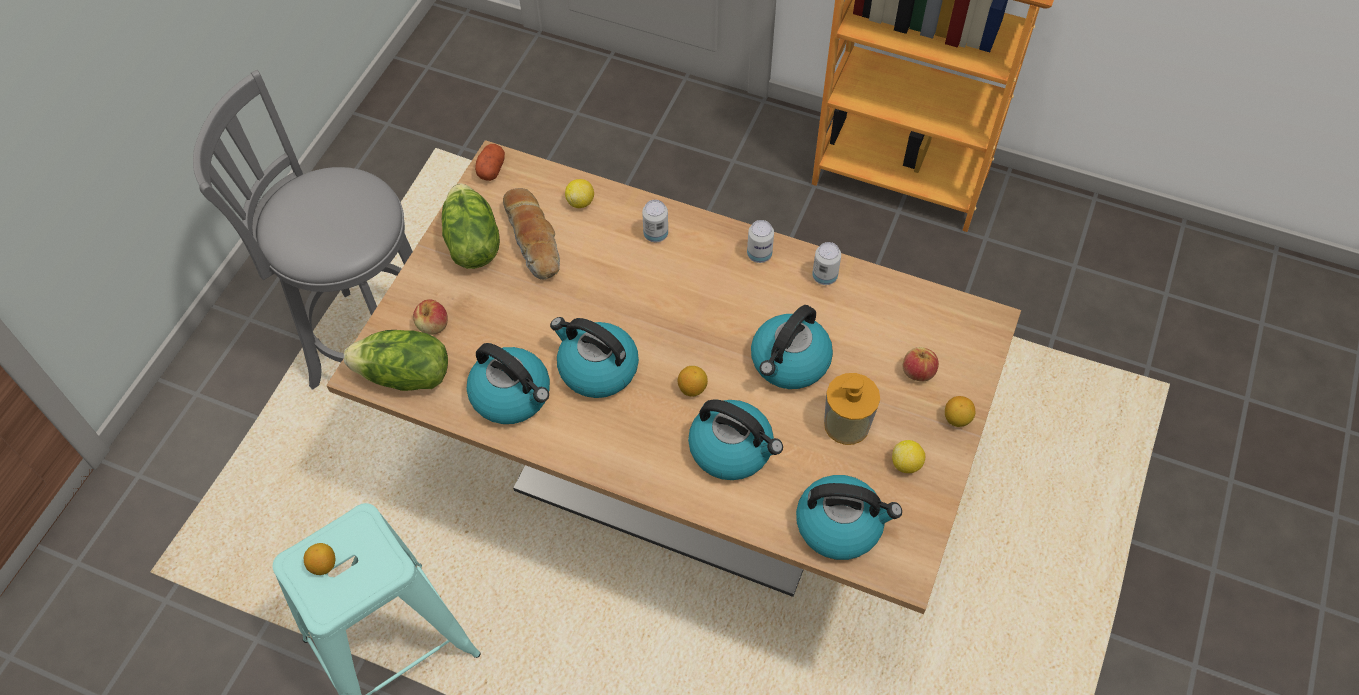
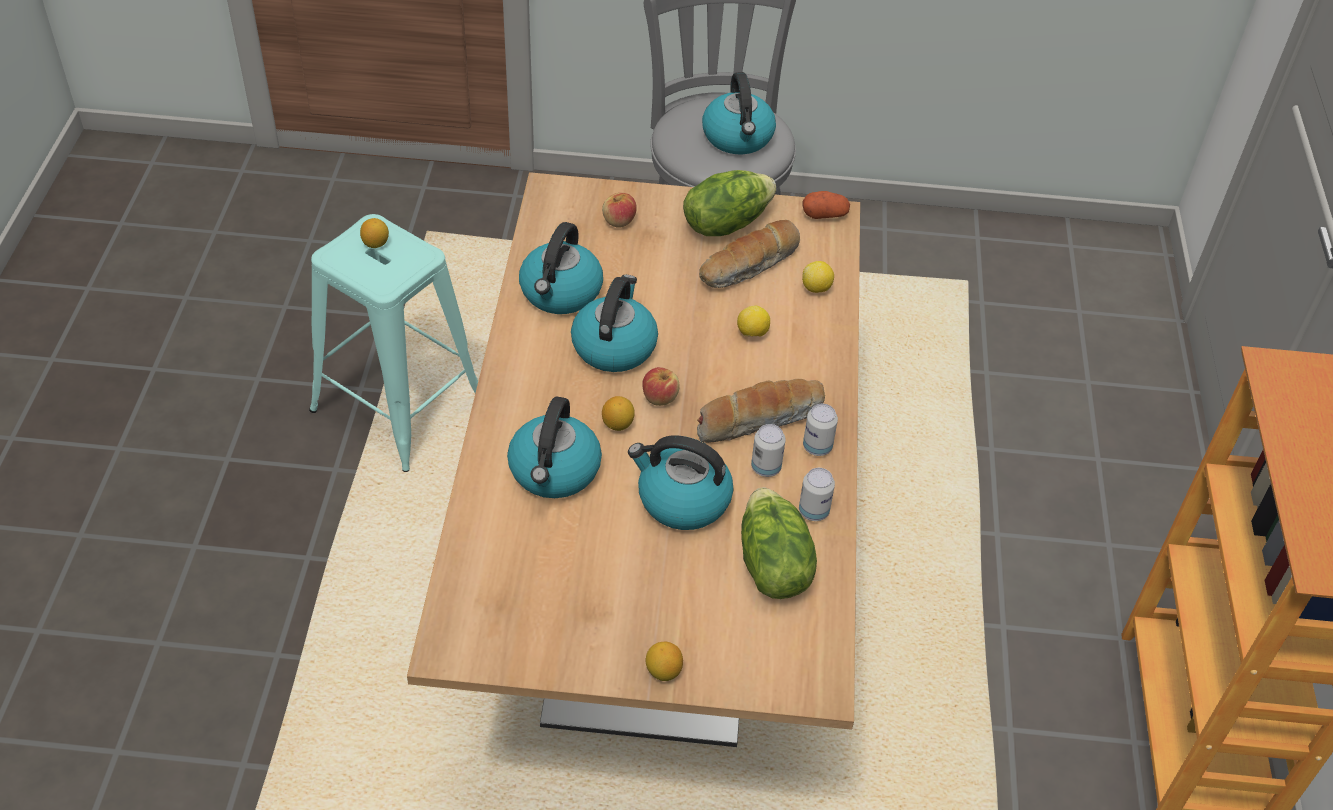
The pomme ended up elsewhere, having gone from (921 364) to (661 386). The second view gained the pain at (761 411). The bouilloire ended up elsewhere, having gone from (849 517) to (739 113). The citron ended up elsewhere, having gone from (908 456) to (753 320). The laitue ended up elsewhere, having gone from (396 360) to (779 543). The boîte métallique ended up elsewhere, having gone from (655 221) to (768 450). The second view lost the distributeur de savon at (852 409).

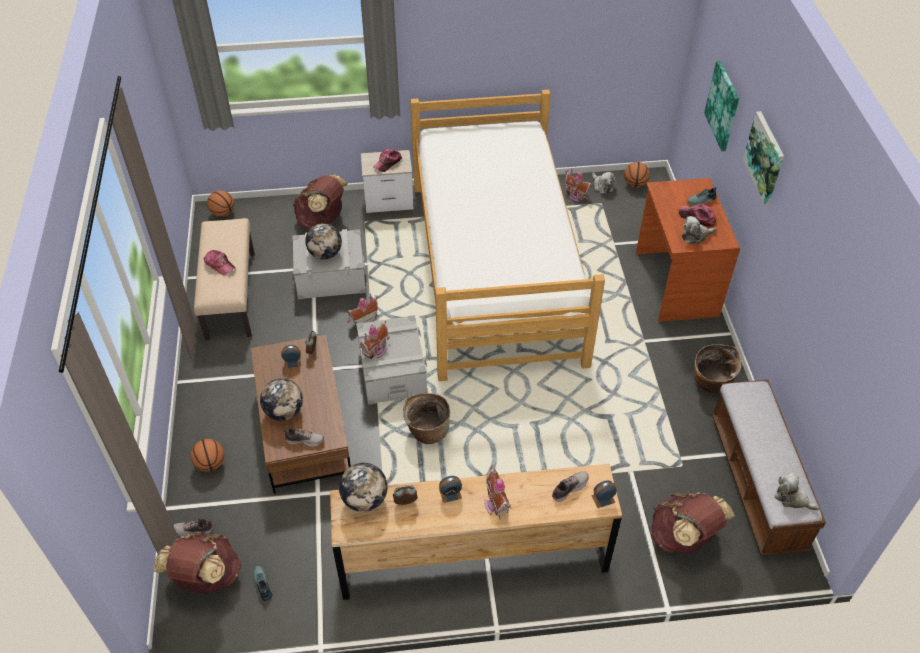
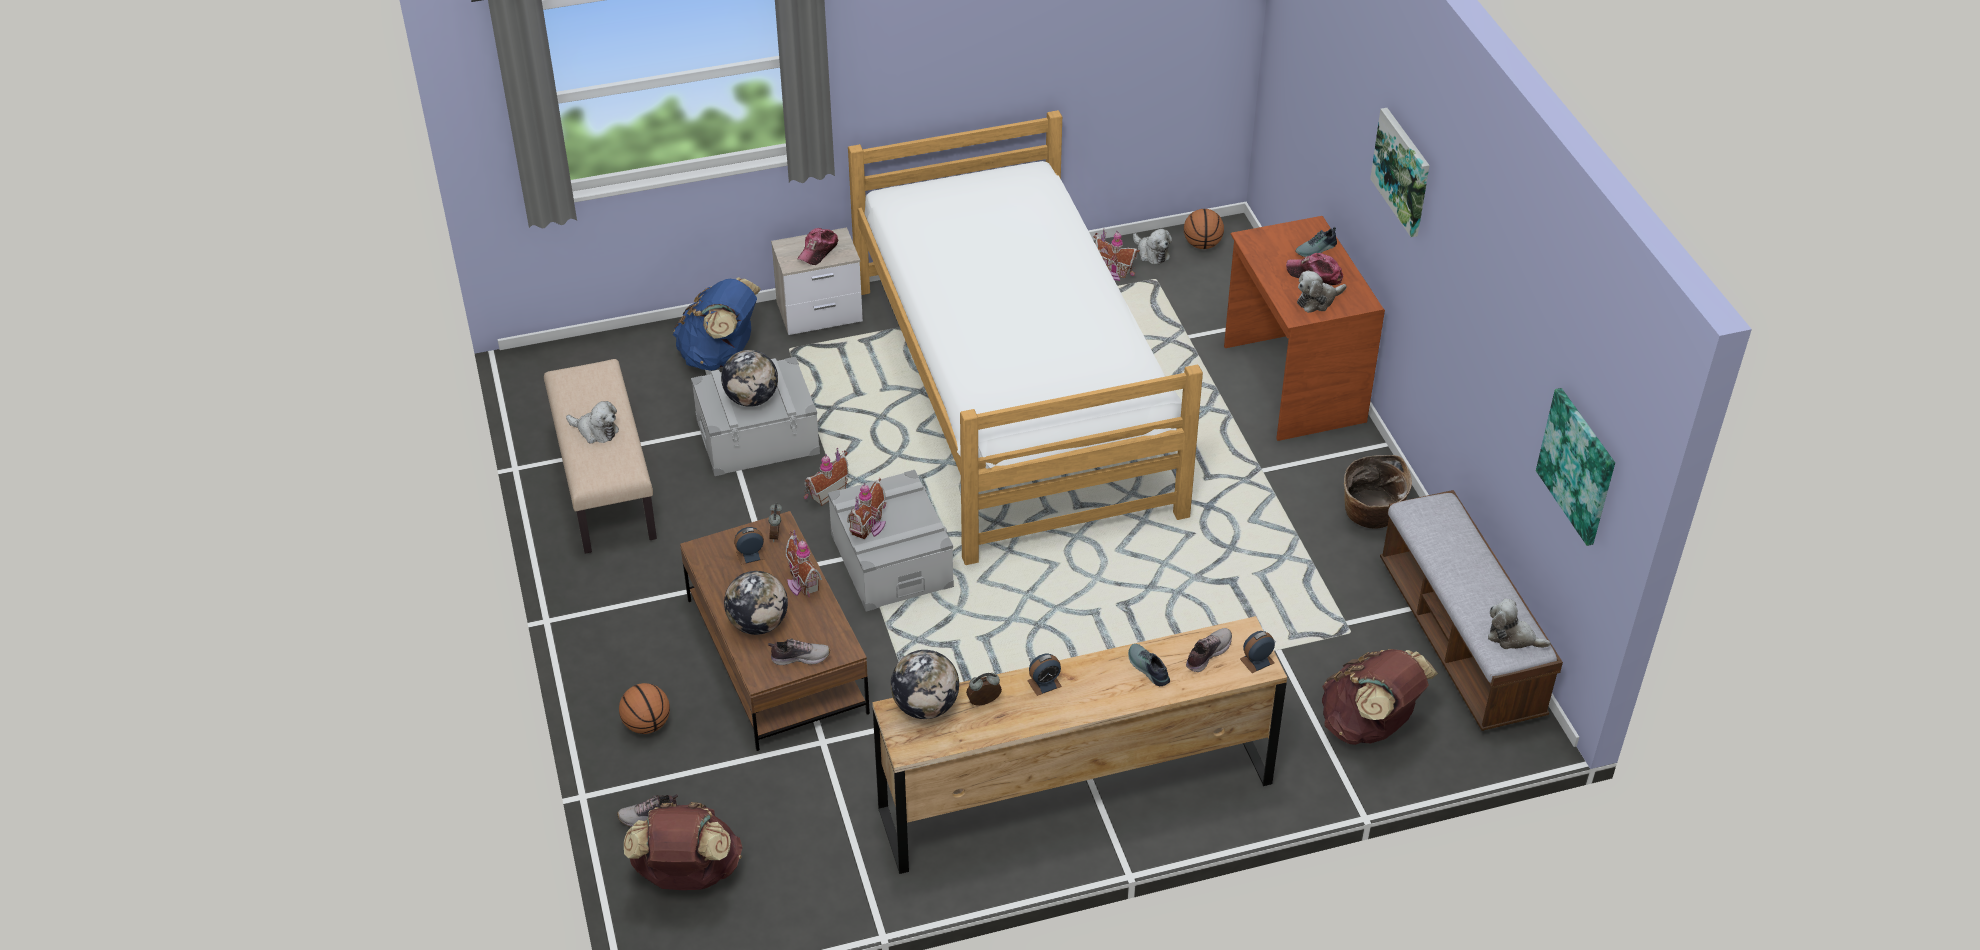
Where the casquette stood at (219 262), the peluche came to stand at (592 422). What was the sac à dos (marron) at (320 202) turned into the sac à dos (bleu) at (716 324). The maison miniature ended up elsewhere, having gone from (498 493) to (804 564). The chaussure ended up elsewhere, having gone from (262 583) to (1149 665). The tableau ended up elsewhere, having gone from (721 105) to (1575 467). The second view lost the ballon de basket at (220 203). The second view lost the panier at (426 418).

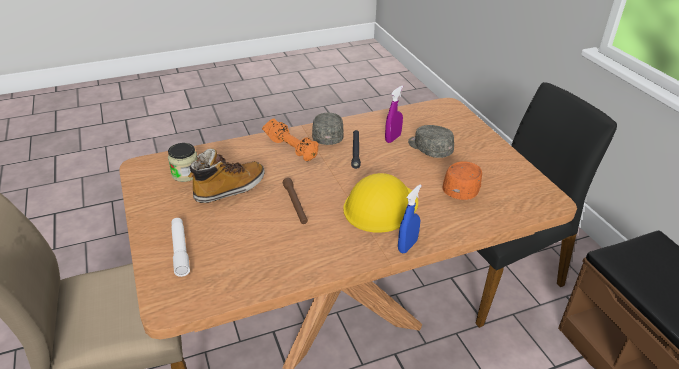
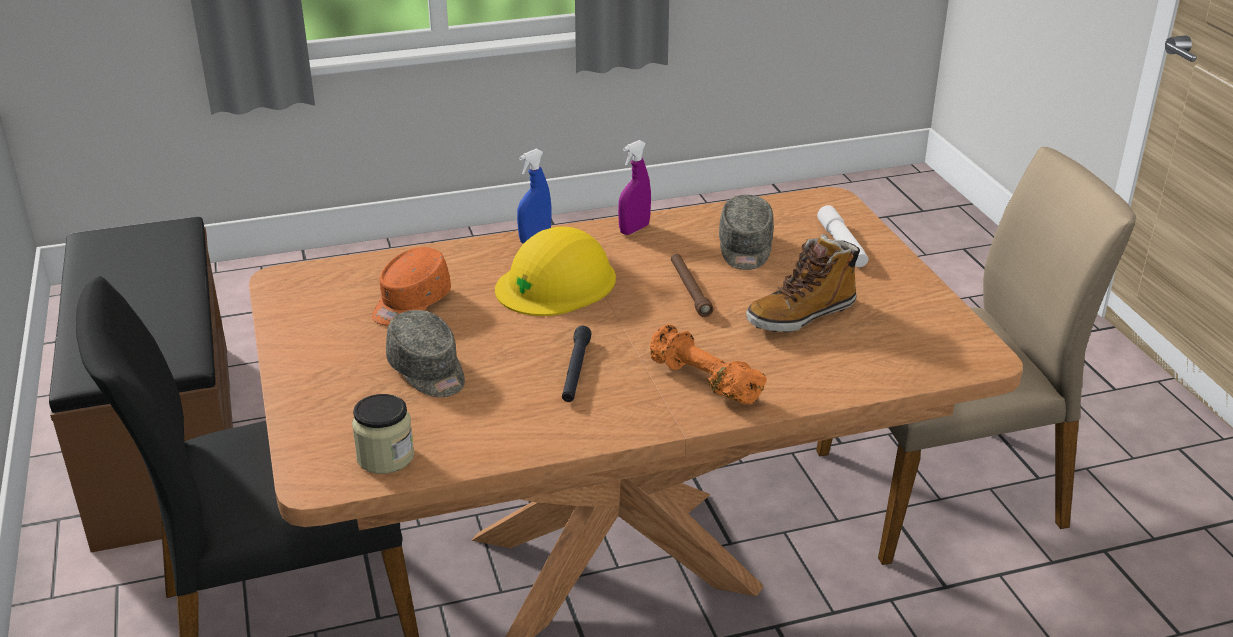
The bocal ended up elsewhere, having gone from (183 162) to (383 434). The vaporisateur (violet) ended up elsewhere, having gone from (394 114) to (634 187). The casquette (gris) ended up elsewhere, having gone from (328 129) to (746 232).

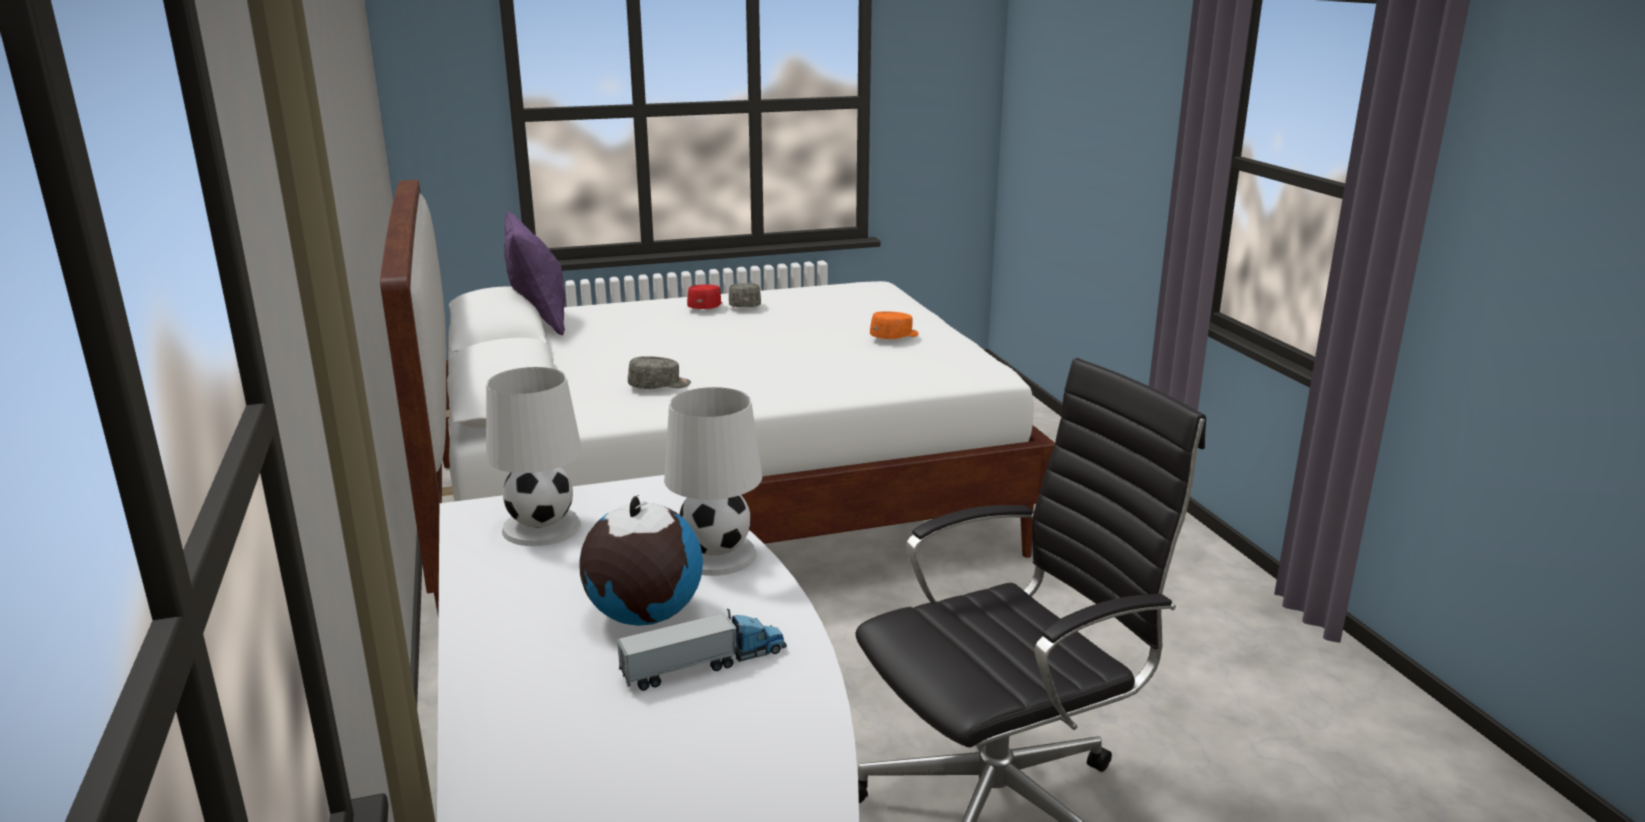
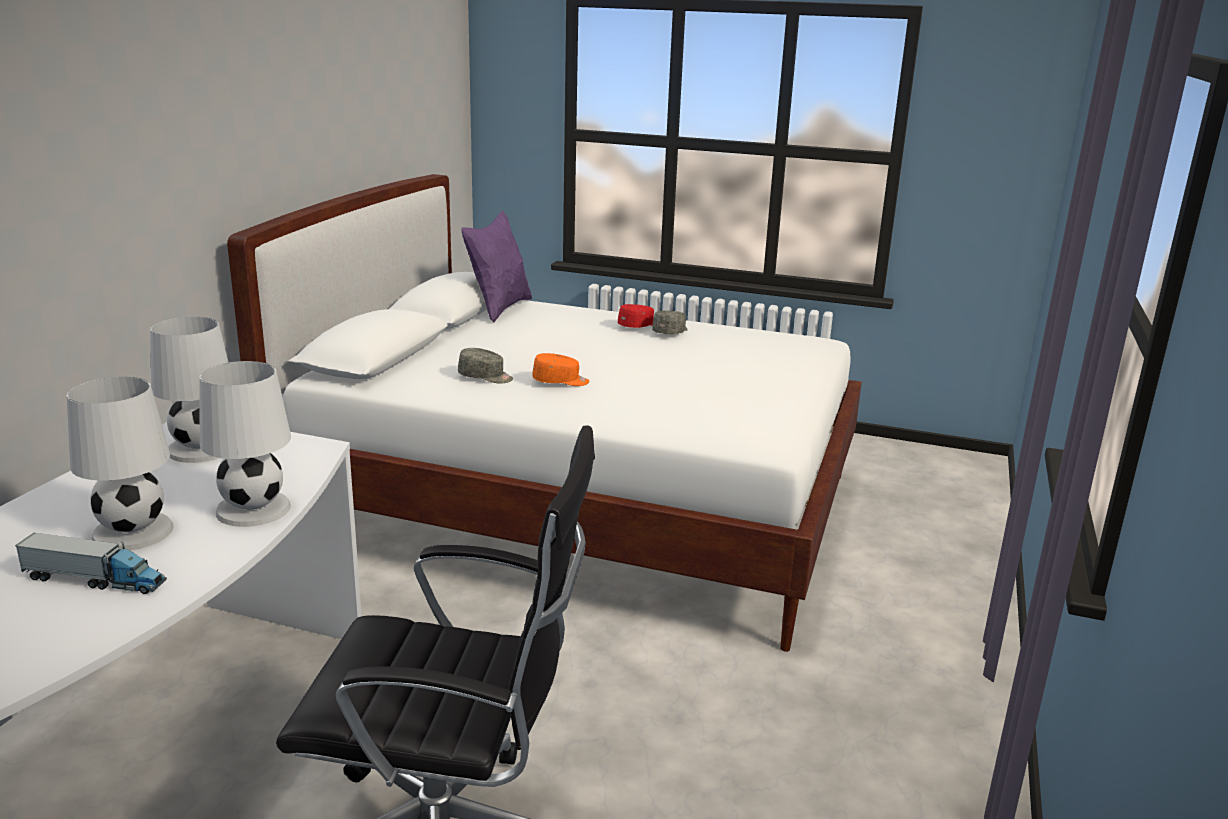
Where the globe stood at (641 560), the lampe de table (blanc) came to stand at (120 463). The casquette (orange) ended up elsewhere, having gone from (894 325) to (560 369).

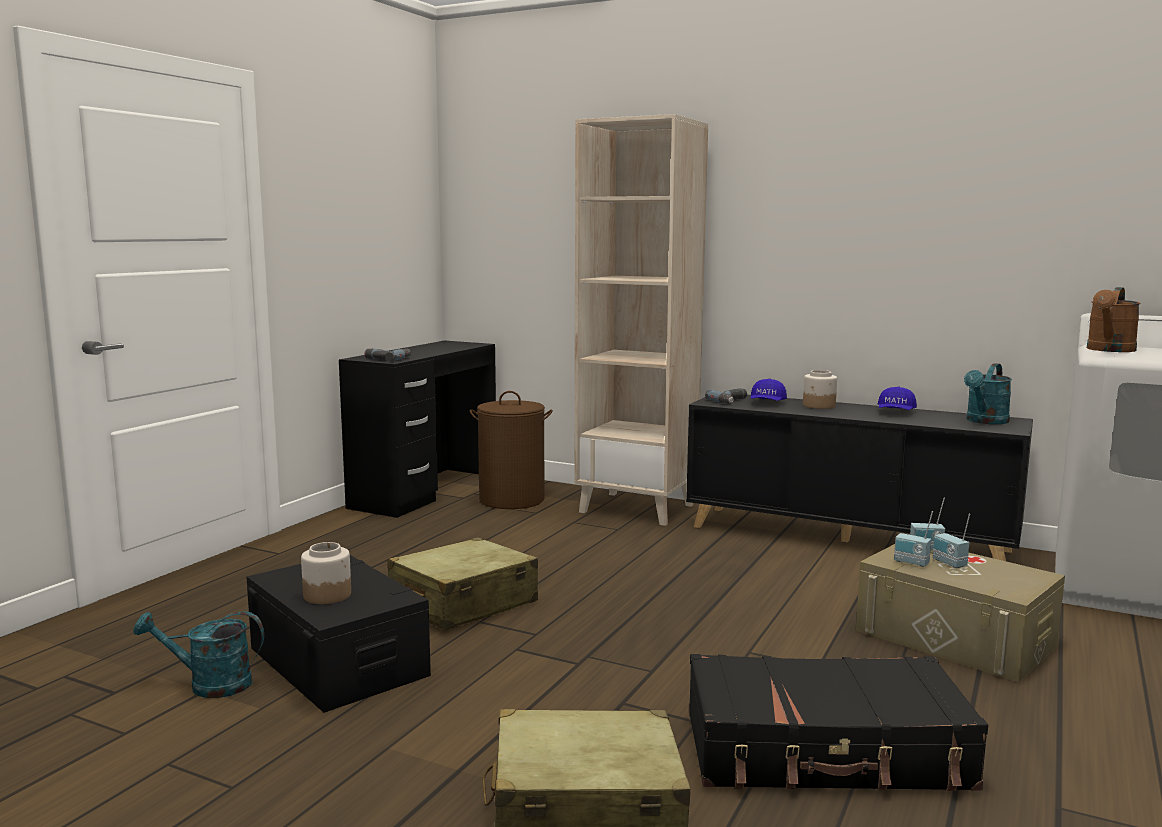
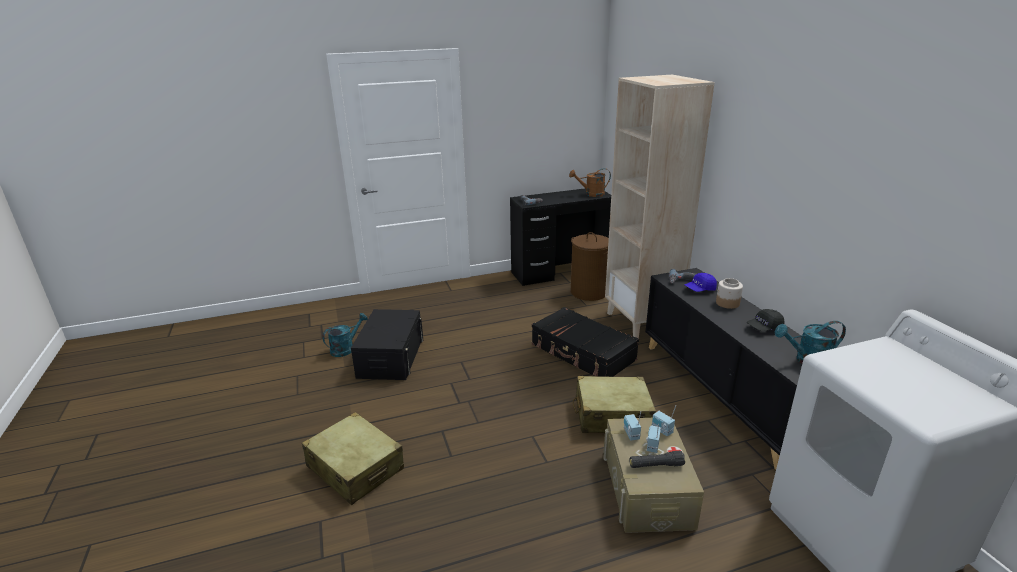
The arrosoir (turquoise) at (198 654) ended up facing another way, 90 degrees clockwise from before. The valise (noir) ended up elsewhere, having gone from (838 722) to (585 342). The arrosoir (marron) ended up elsewhere, having gone from (1114 319) to (590 182). The valise (beige) ended up elsewhere, having gone from (462 583) to (614 404). The second view gained the lampe de poche (noir) at (657 459). What was the casquette (bleu) at (897 398) turned into the casquette (noir) at (765 320). The second view lost the bocal at (326 573).

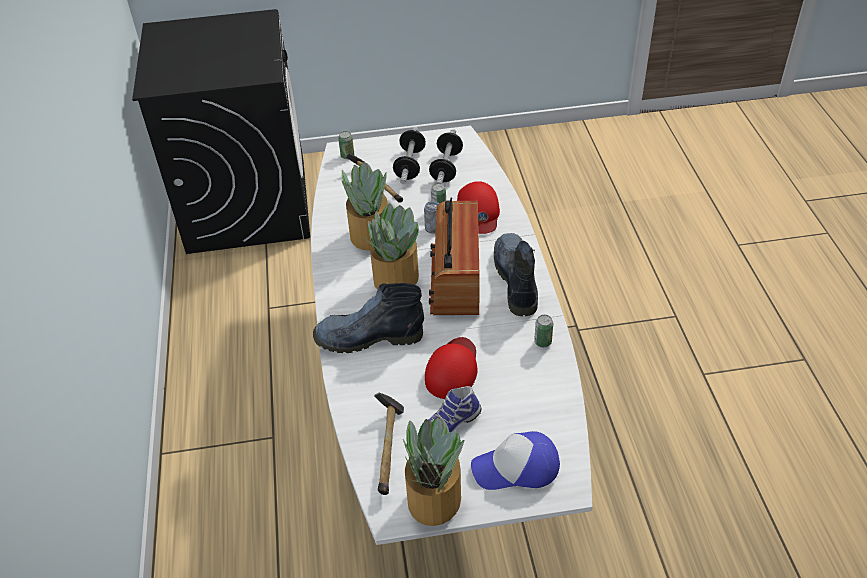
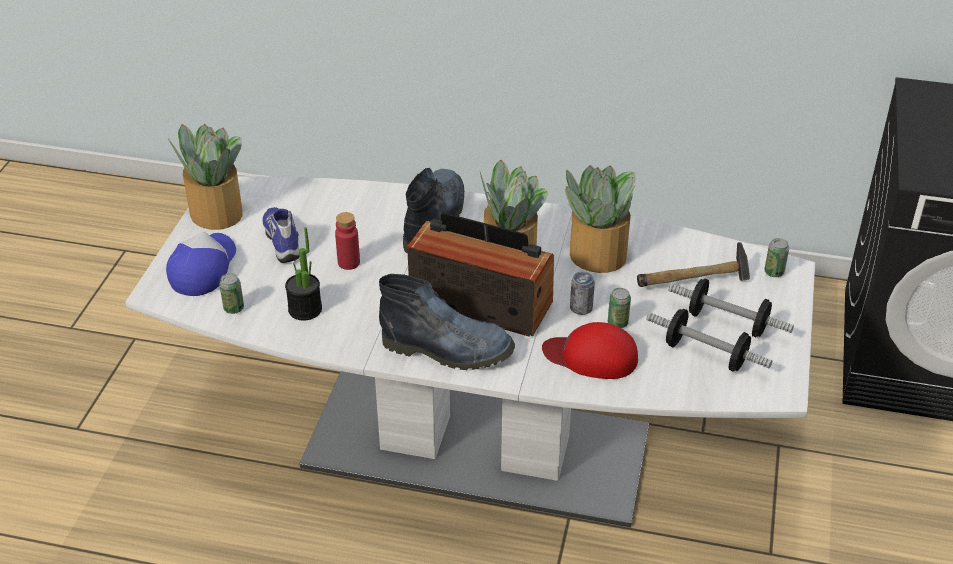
The boîte métallique ended up elsewhere, having gone from (543 331) to (231 293). The second view gained the plante en pot at (303 274). Where the casquette (rouge) stood at (451 368), the bouteille (rouge) came to stand at (347 241). The second view lost the marteau at (389 444).

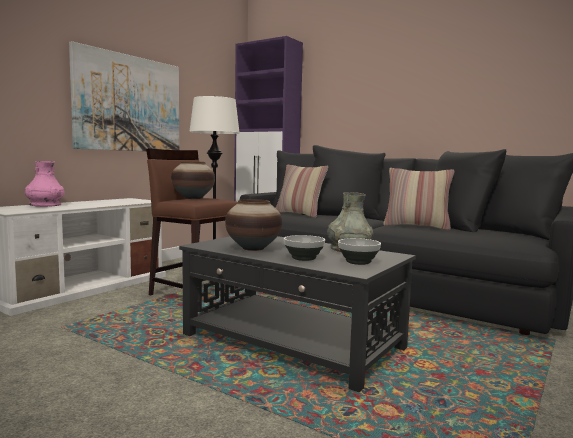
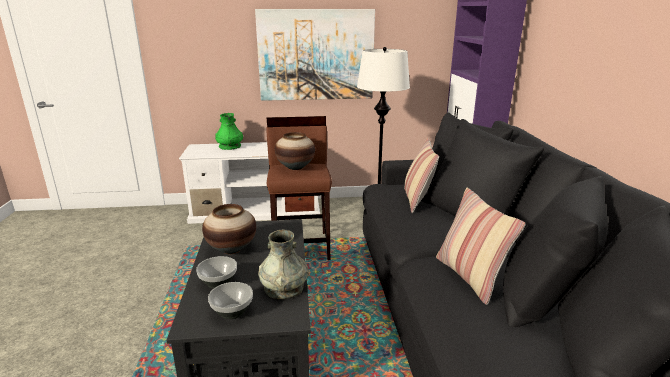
What was the vase (rose) at (45 184) turned into the vase (vert) at (229 131).

